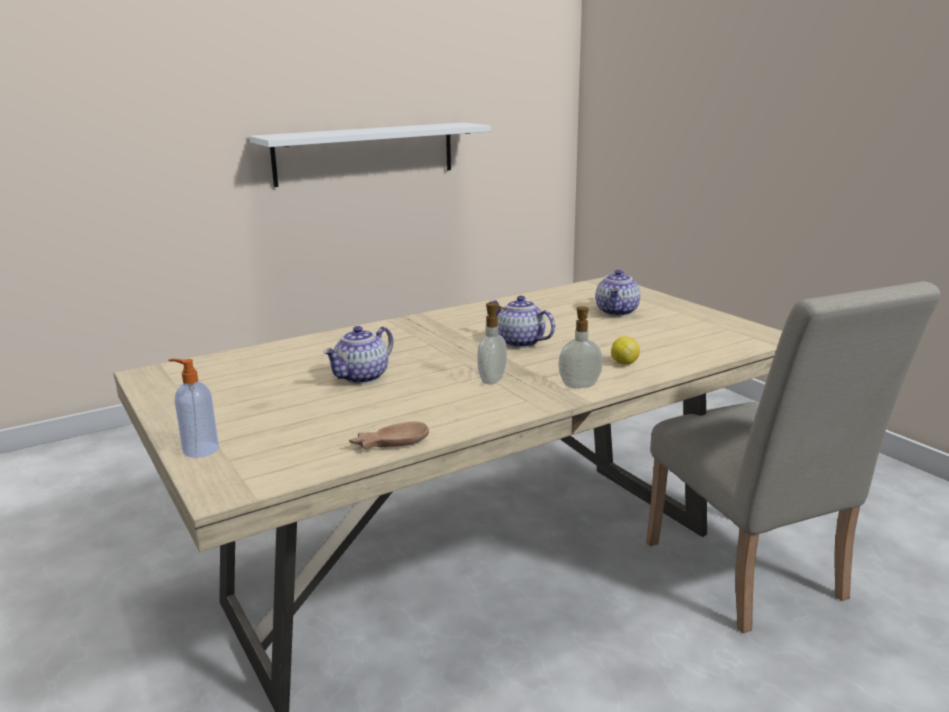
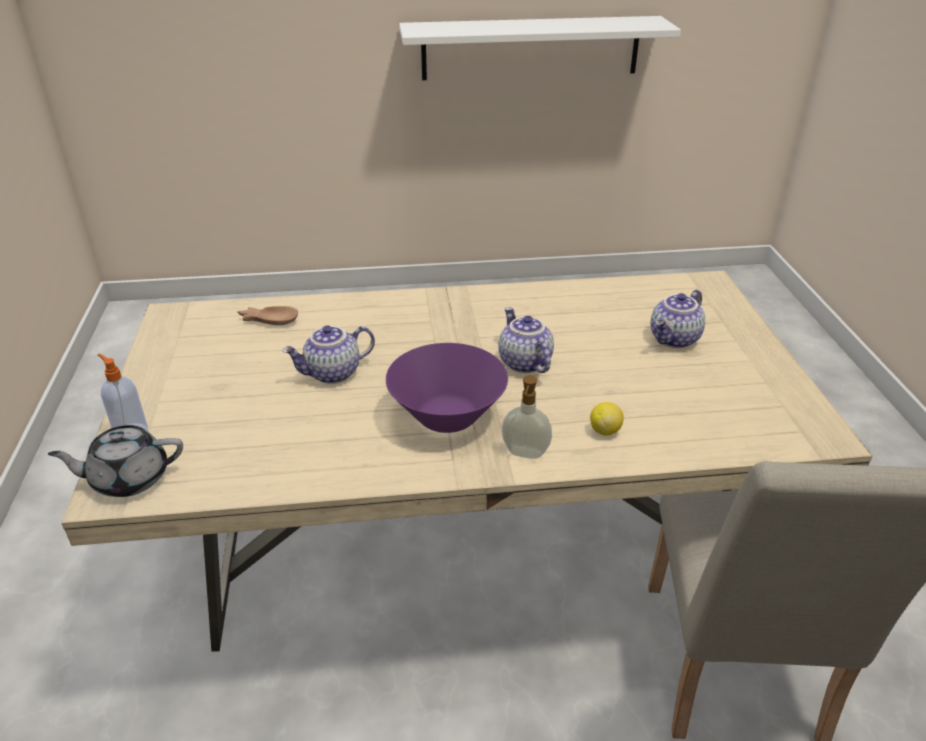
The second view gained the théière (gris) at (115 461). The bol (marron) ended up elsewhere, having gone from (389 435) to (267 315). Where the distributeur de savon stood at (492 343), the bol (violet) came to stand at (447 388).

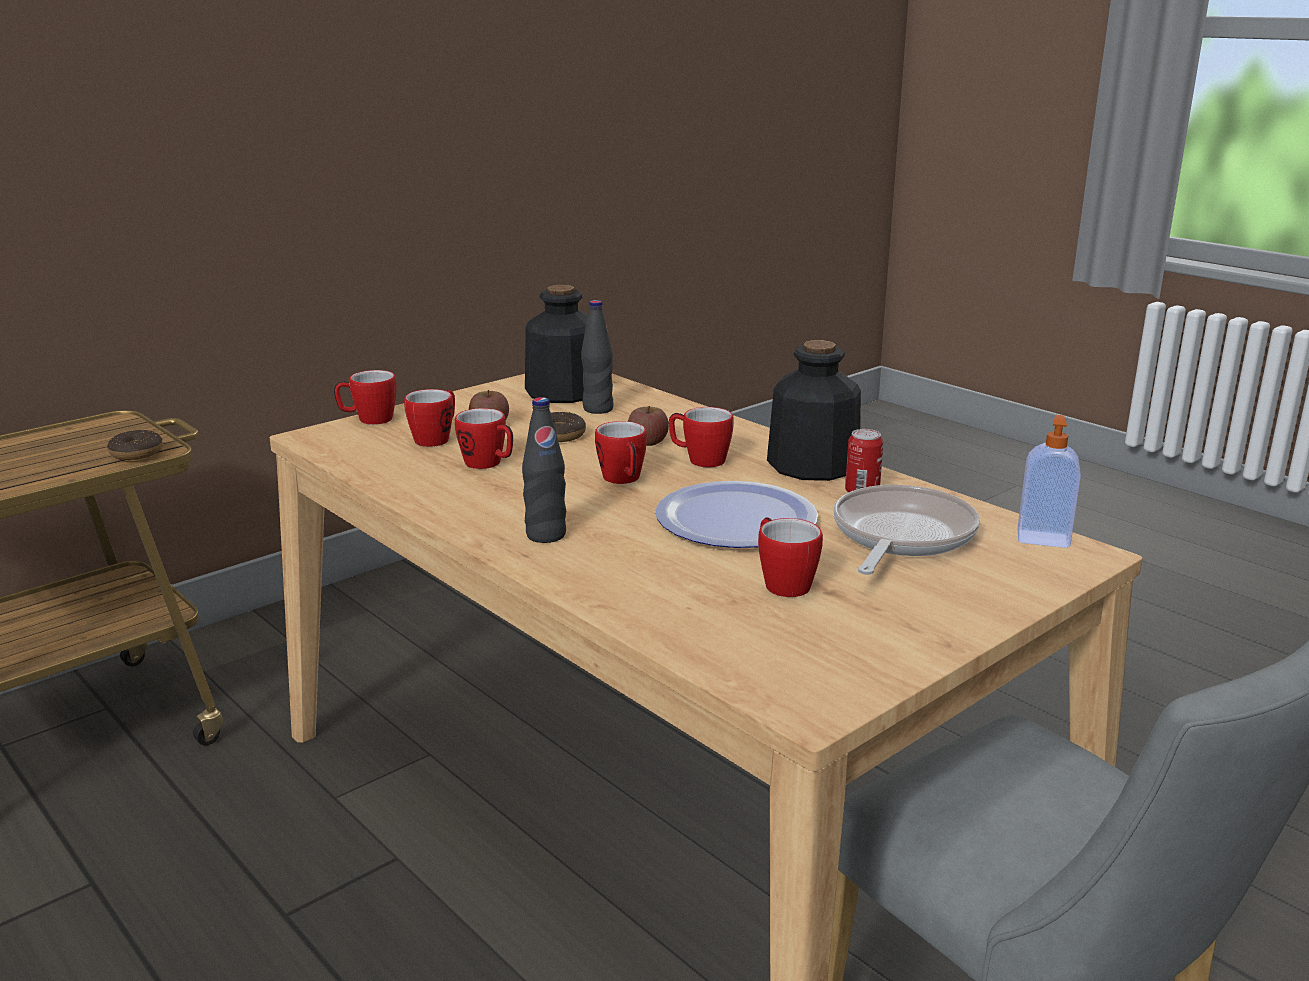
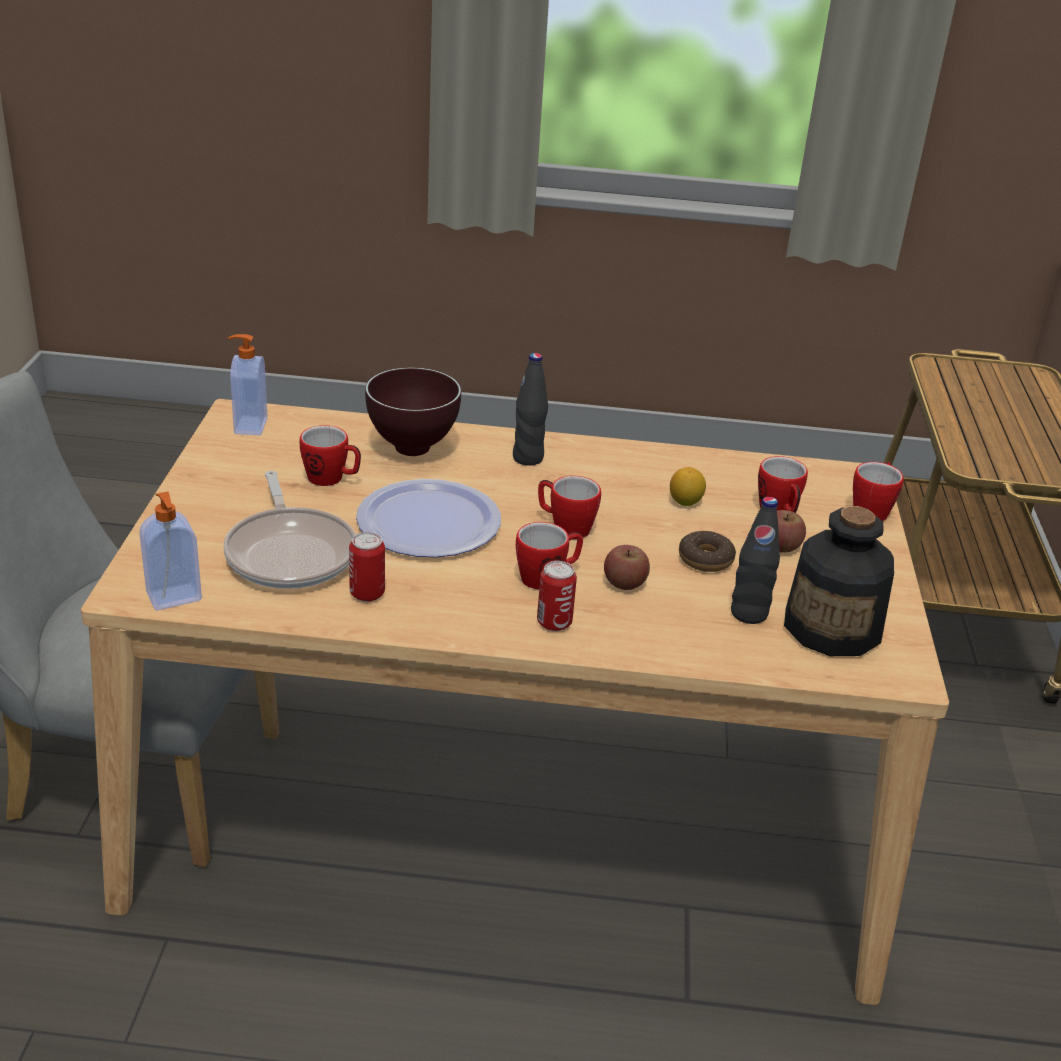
The second view gained the distributeur de savon at (247 384). The second view gained the bol (marron) at (413 411). The second view gained the boîte métallique at (557 596). Where the mug stood at (484 438), the citron came to stand at (688 486). The second view lost the beignet at (135 445). The second view lost the bouteille at (814 410).

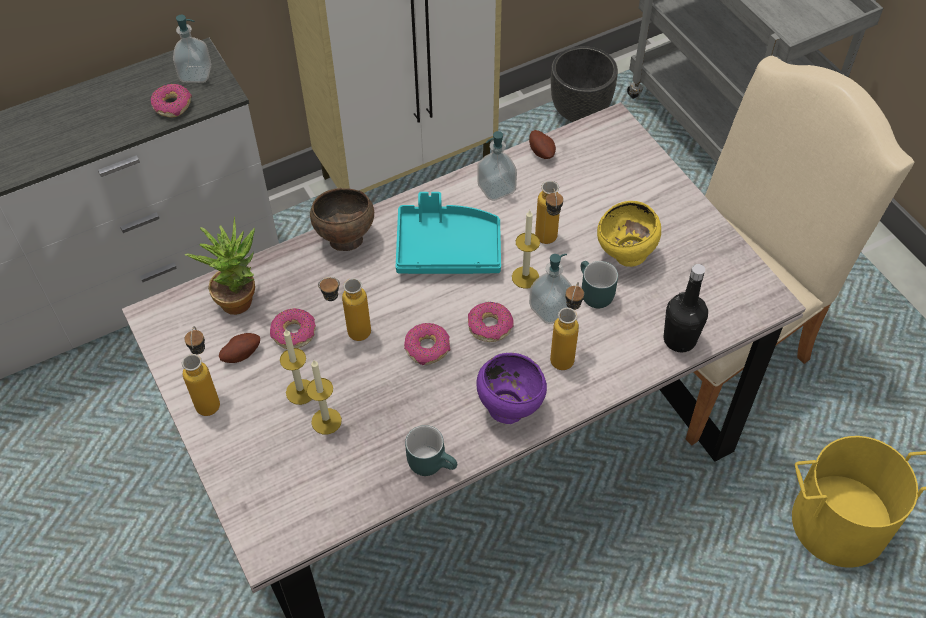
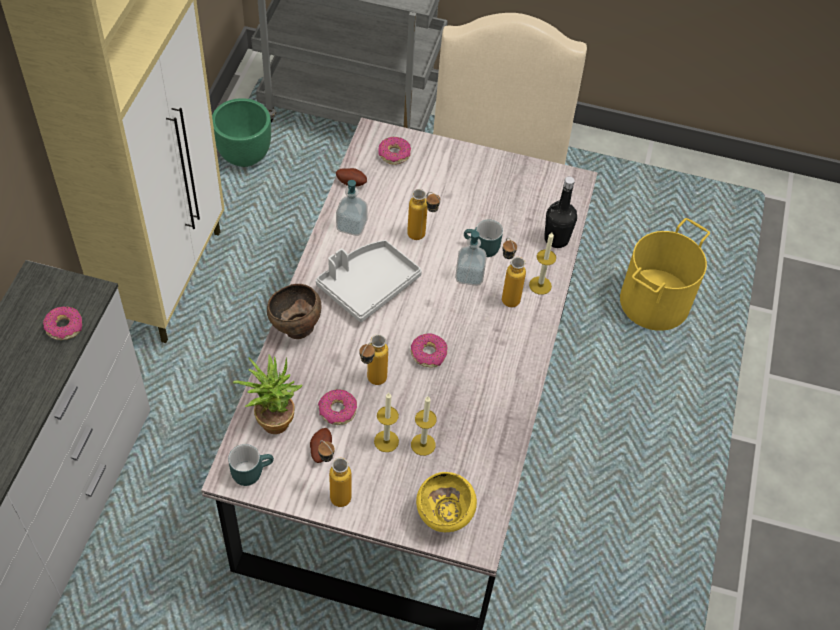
What was the cache-pot (noir) at (584 84) turned into the cache-pot (vert) at (241 132). The mug (turquoise) ended up elsewhere, having gone from (431 450) to (251 465). What was the plateau (turquoise) at (448 233) turned into the plateau (gris) at (369 281). The beignet ended up elsewhere, having gone from (491 322) to (394 151). The bol (jaune) ended up elsewhere, having gone from (629 234) to (446 502). The bougie ended up elsewhere, having gone from (526 249) to (542 263). The second view lost the distributeur de savon at (192 49). The second view lost the bol (violet) at (511 388).

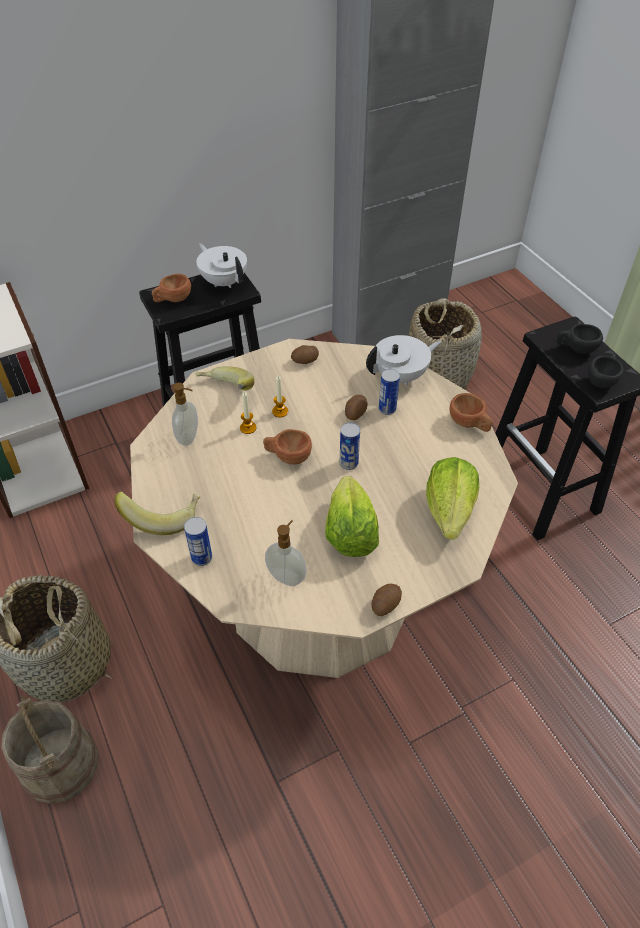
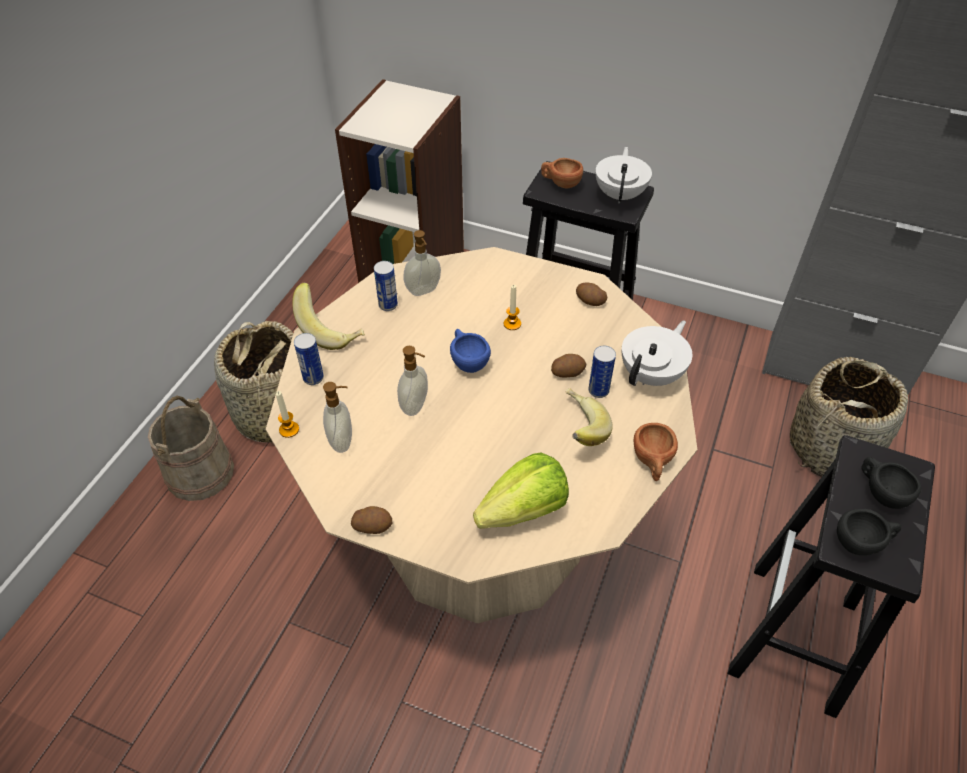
The bougie ended up elsewhere, having gone from (248 413) to (287 414). The boîte métallique ended up elsewhere, having gone from (350 446) to (386 286). The second view gained the distributeur de savon at (412 381). What was the tasse (marron) at (287 447) turned into the tasse (bleu) at (470 351). The banane ended up elsewhere, having gone from (225 378) to (589 417). The théière (blanc) at (403 360) ended up facing another way, 75 degrees counterclockwise from before. The second view lost the laitue at (352 516).

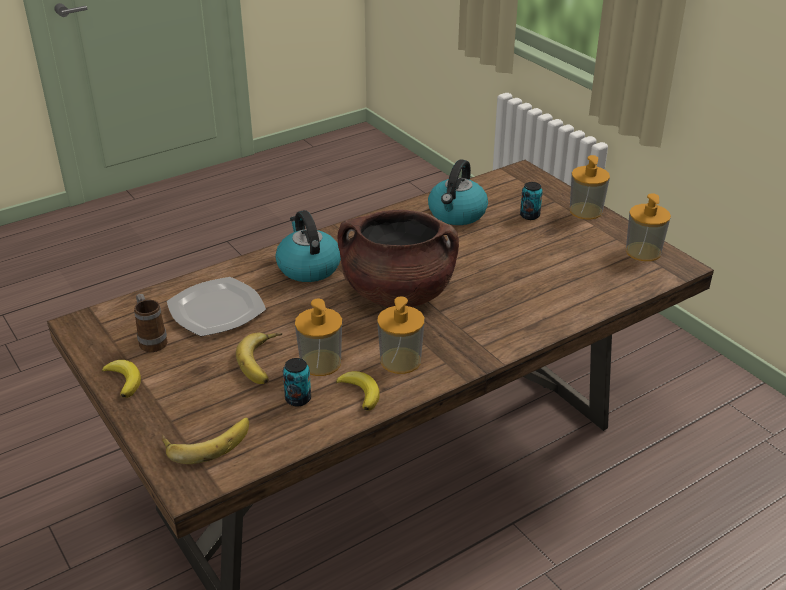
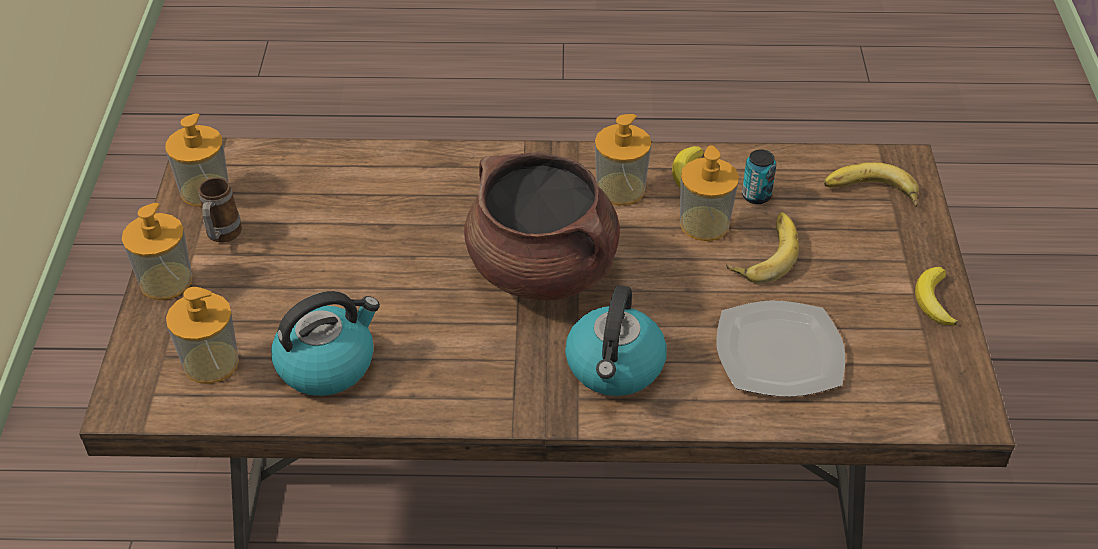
The second view gained the distributeur de savon at (202 335). The mug ended up elsewhere, having gone from (151 323) to (220 210). The second view lost the boîte métallique at (531 201).

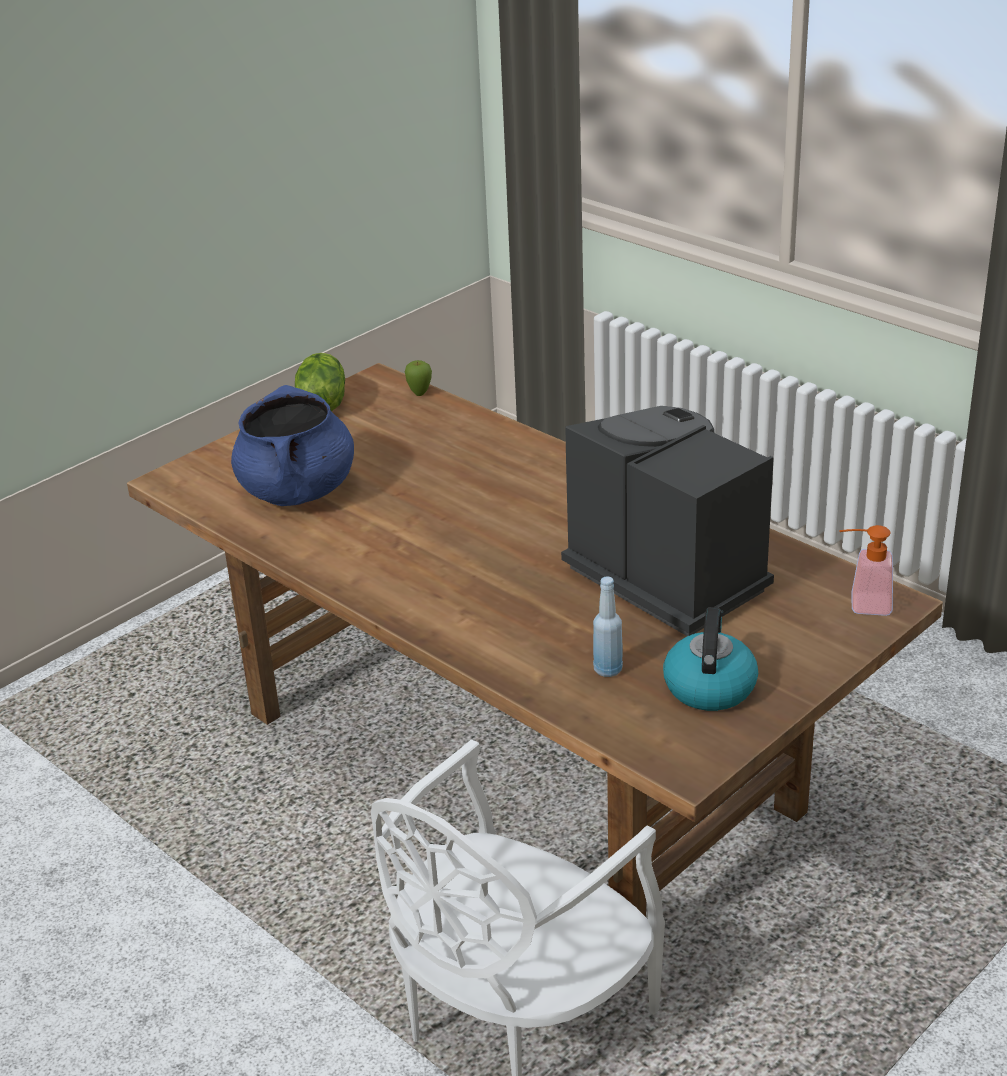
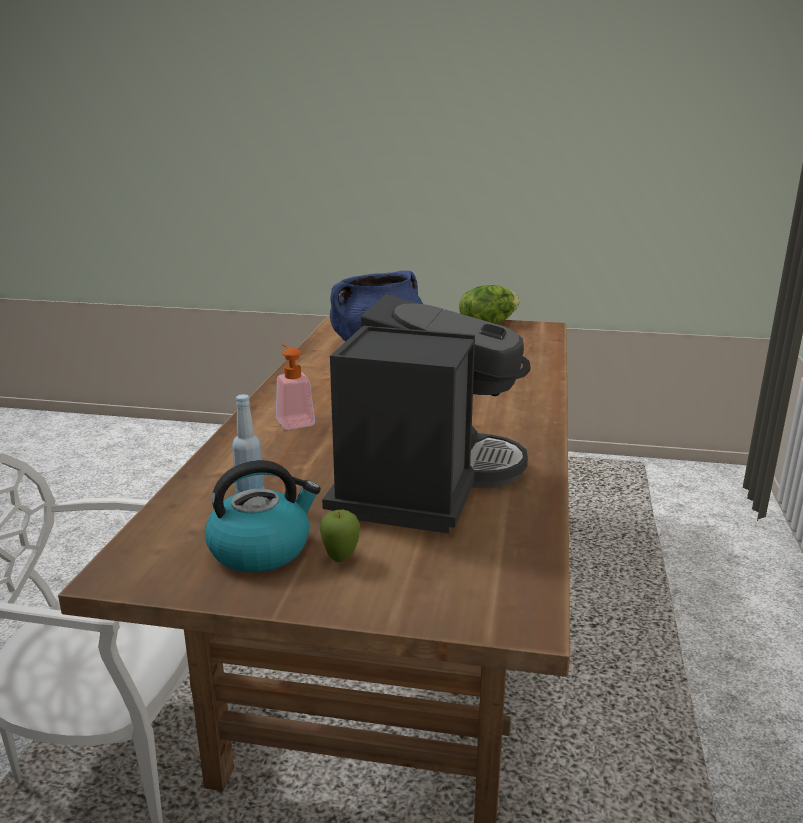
The distributeur de savon ended up elsewhere, having gone from (866 570) to (295 387). The pomme ended up elsewhere, having gone from (418 378) to (340 536).

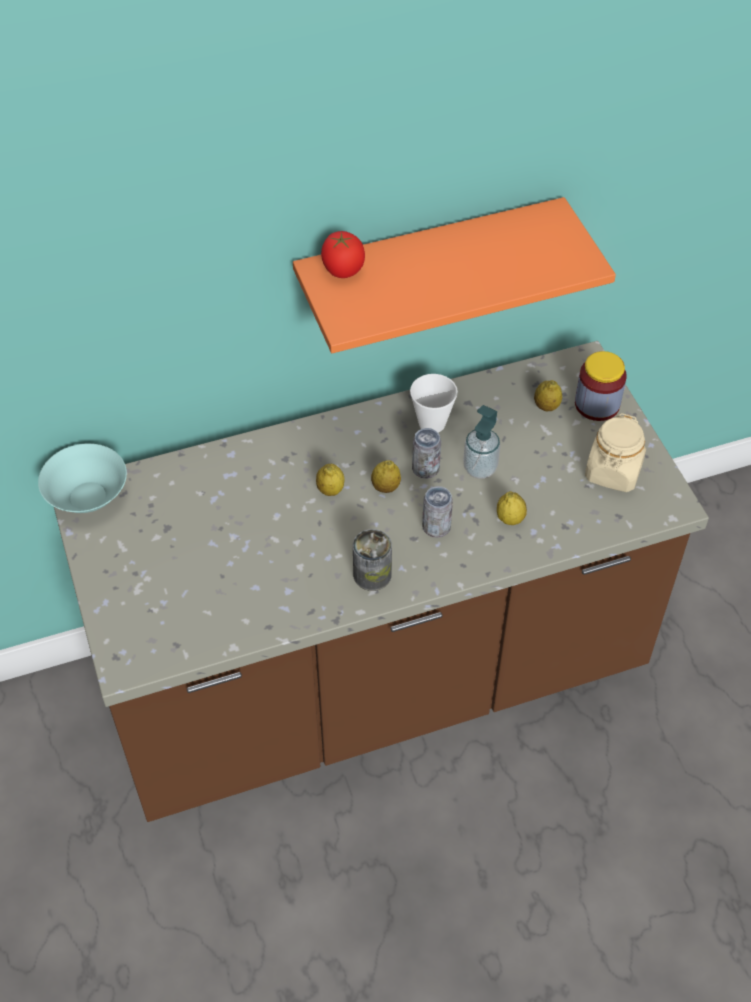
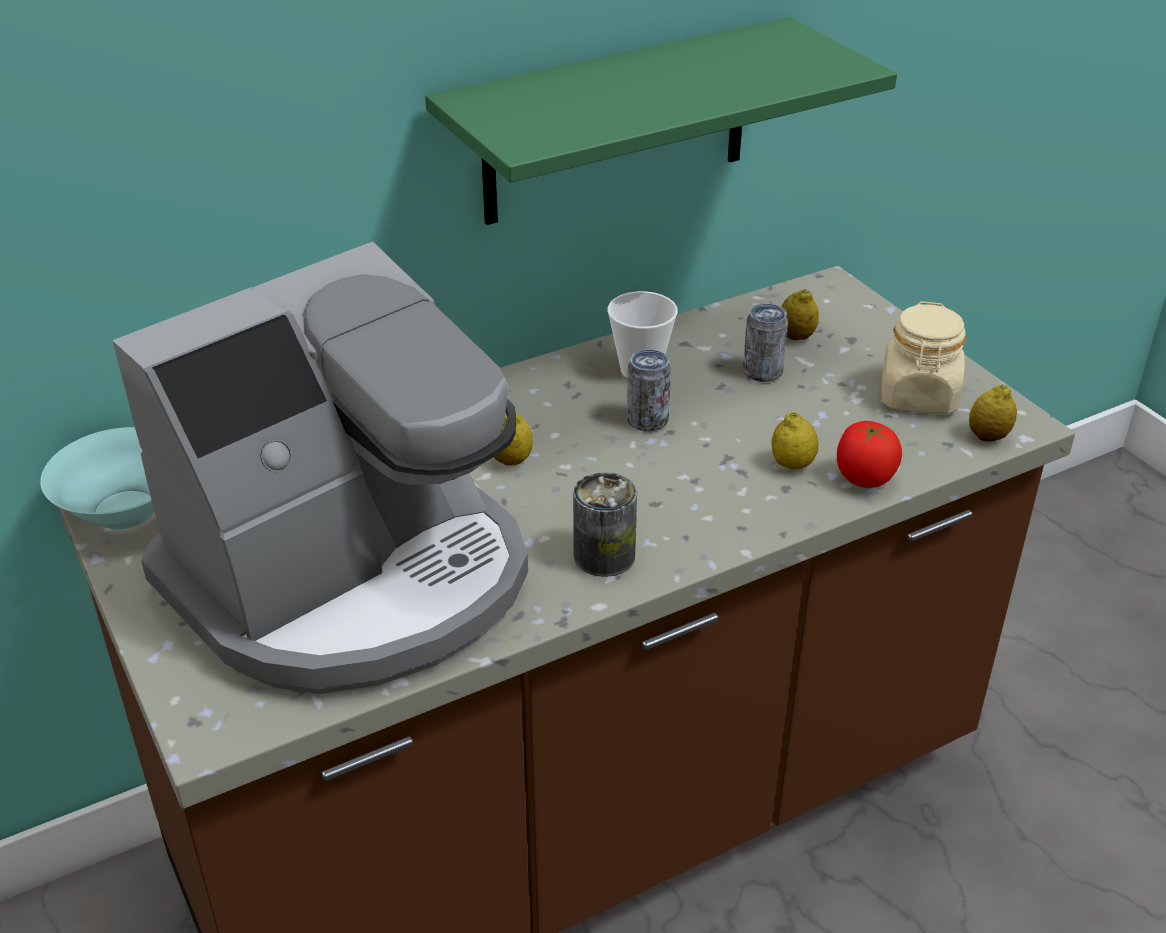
The second view gained the machine à café at (320 468). What was the étagère (orange) at (454 275) turned into the étagère (vert) at (661 121). The boîte métallique ended up elsewhere, having gone from (437 512) to (765 342). The tomate ended up elsewhere, having gone from (343 254) to (869 454). The citron ended up elsewhere, having gone from (386 476) to (993 413). The second view lost the distributeur de savon at (481 442). The second view lost the bocal at (601 386).

